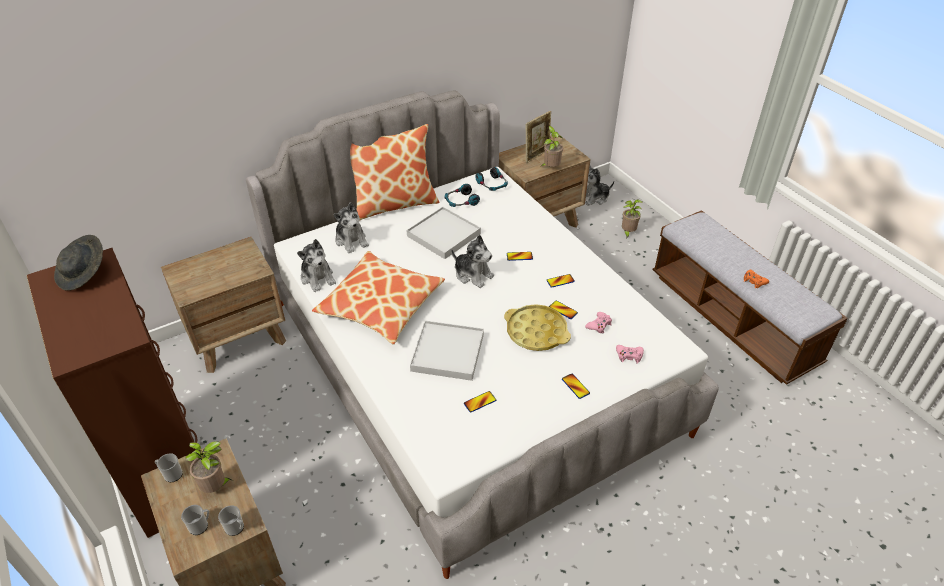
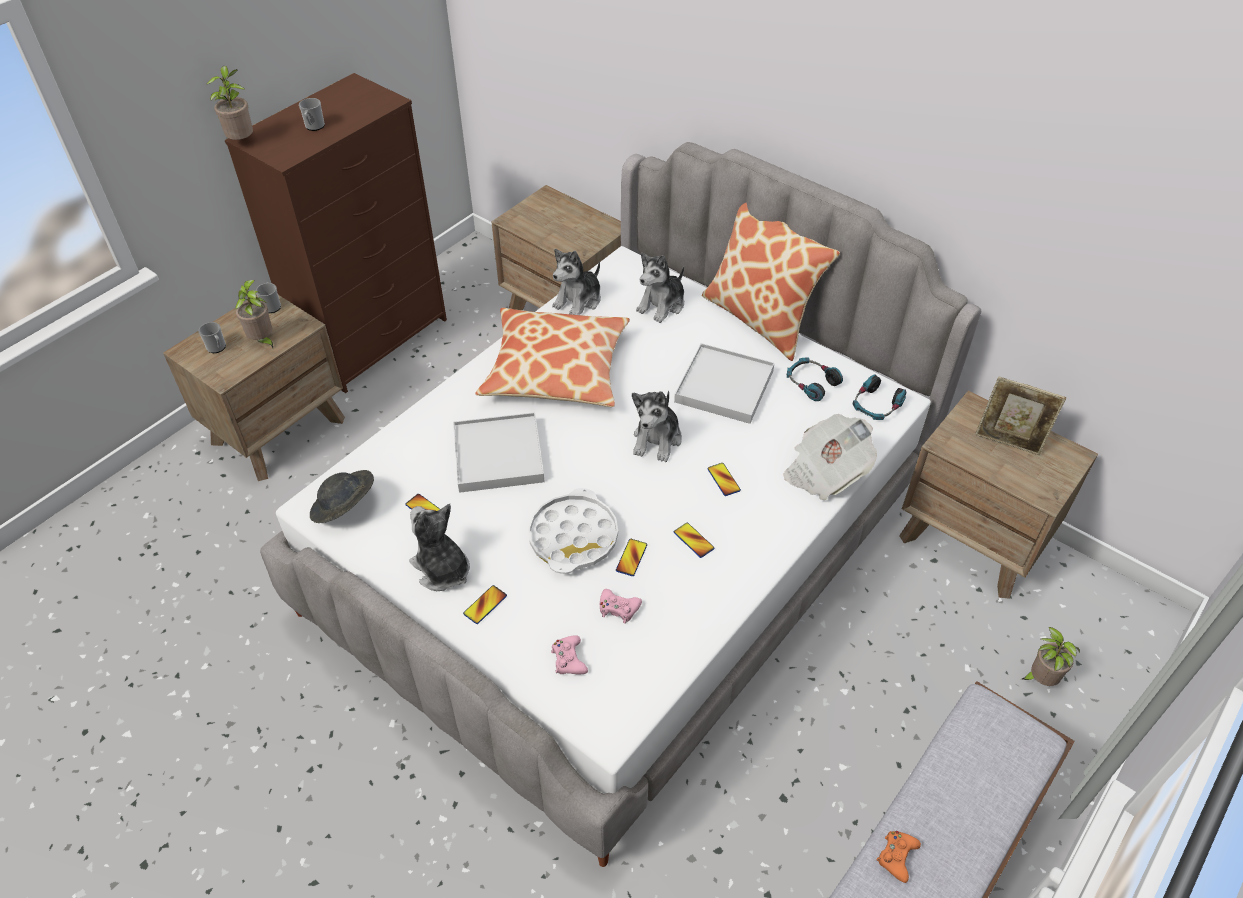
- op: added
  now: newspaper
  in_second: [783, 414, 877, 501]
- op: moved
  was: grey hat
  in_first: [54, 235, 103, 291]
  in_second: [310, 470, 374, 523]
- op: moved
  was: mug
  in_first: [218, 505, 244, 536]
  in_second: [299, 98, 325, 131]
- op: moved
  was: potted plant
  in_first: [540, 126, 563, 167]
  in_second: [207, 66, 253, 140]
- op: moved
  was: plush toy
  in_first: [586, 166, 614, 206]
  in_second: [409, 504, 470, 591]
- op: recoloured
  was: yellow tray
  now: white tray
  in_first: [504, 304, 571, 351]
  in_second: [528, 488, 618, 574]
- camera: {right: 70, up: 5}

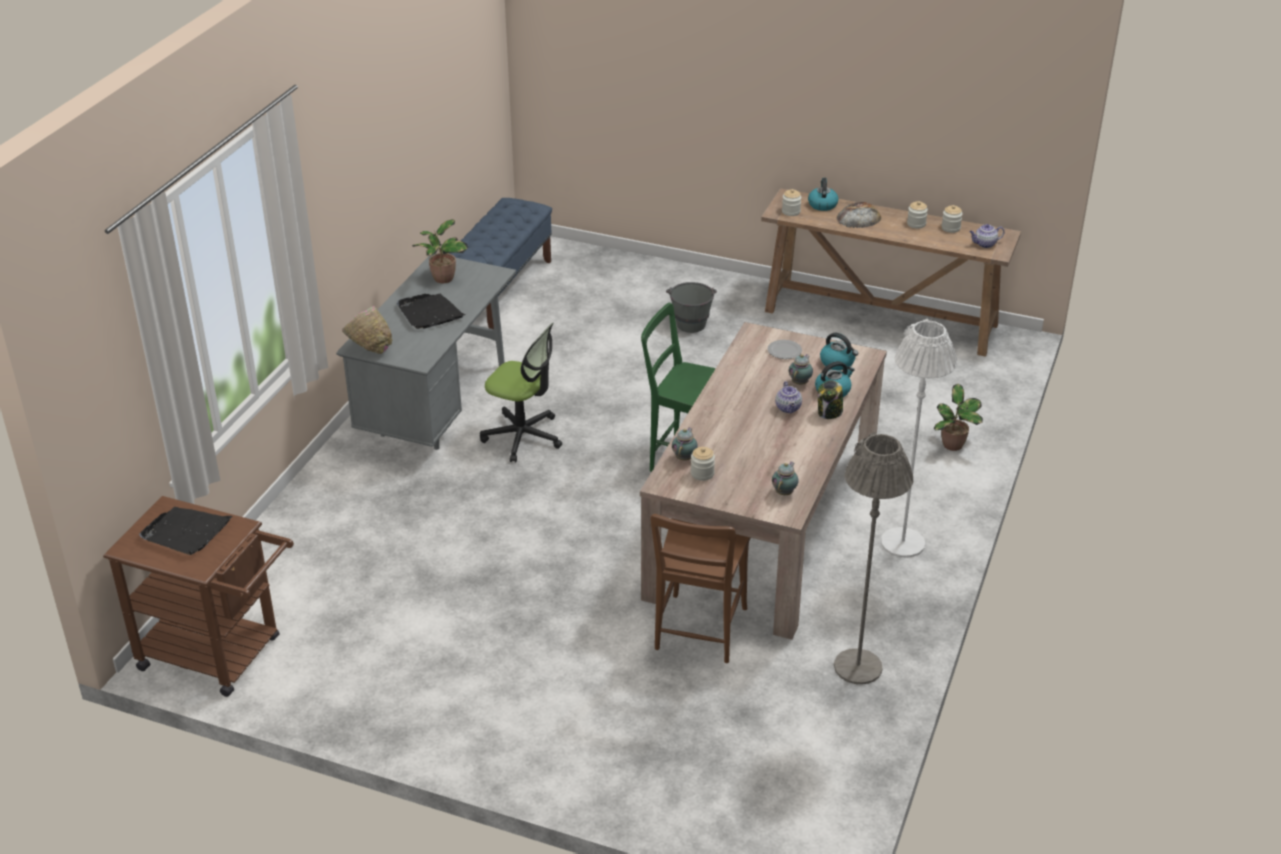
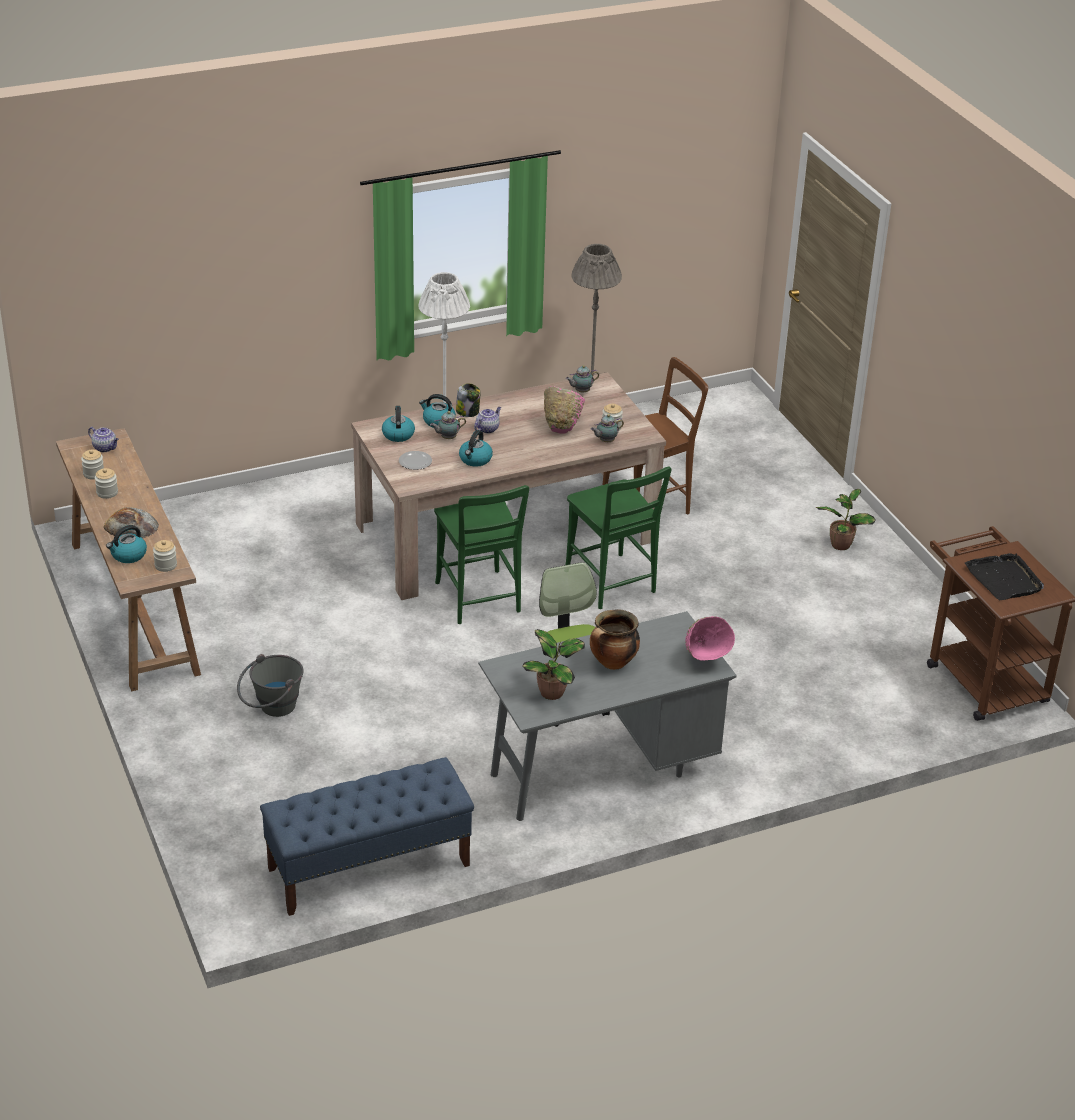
- op: added
  now: kettle
  in_second: [459, 430, 493, 467]
- op: added
  now: pink bowl
  in_second: [544, 386, 585, 434]
- op: added
  now: green chair
  in_second: [565, 466, 672, 609]
- op: moved
  was: potted plant
  in_first: [933, 384, 983, 451]
  in_second: [816, 489, 876, 550]
- op: replaced
  was: black tray
  now: cooking pot
  in_first: [397, 294, 465, 329]
  in_second: [590, 609, 640, 670]
- camera: {right: -135, up: 0}

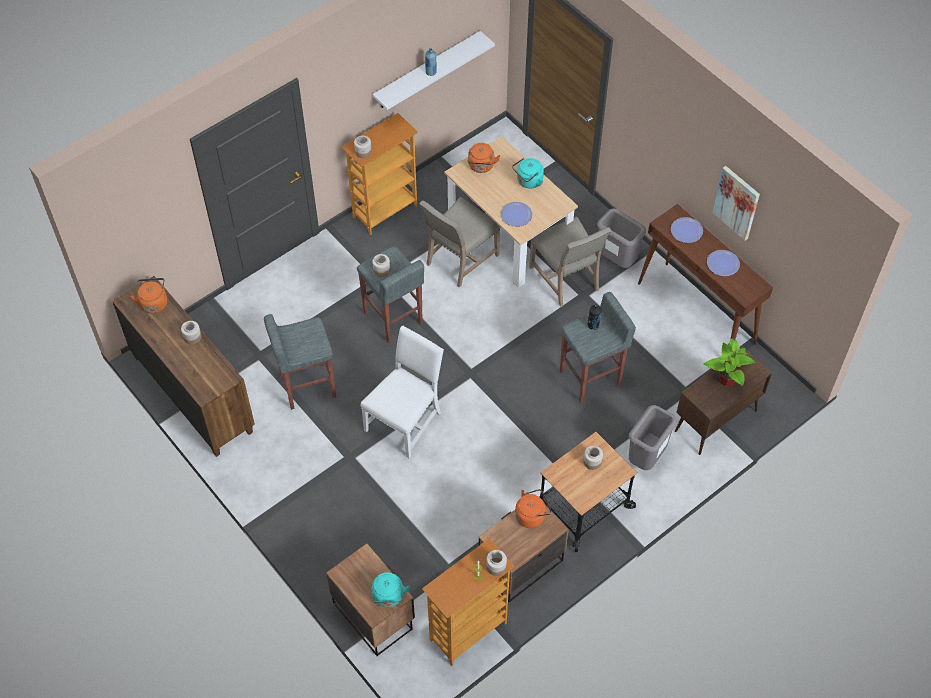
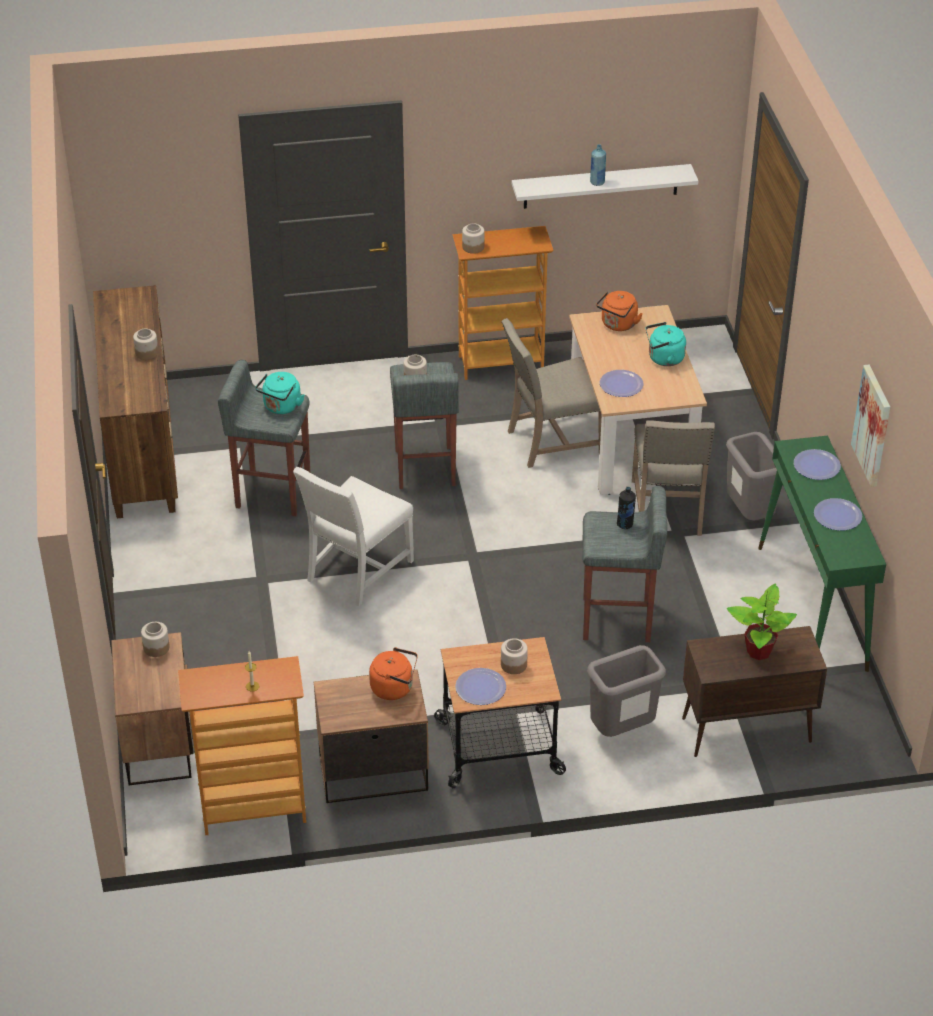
- op: removed
  was: orange kettle
  in_first: [130, 278, 167, 314]
- op: added
  now: plate
  in_second: [455, 668, 506, 705]
- op: moved
  was: turquoise kettle
  in_first: [371, 572, 410, 607]
  in_second: [255, 372, 304, 414]
- op: moved
  was: jar
  in_first: [486, 550, 507, 576]
  in_second: [141, 622, 170, 657]
- op: recoloured
  was: brown console table
  now: green console table
  in_first: [638, 204, 773, 345]
  in_second: [758, 436, 886, 672]
- op: turned
  was: white chair
  in_first: [360, 326, 444, 458]
  in_second: [293, 467, 414, 606]
  clockwise: 150
- camera: {right: 30, up: -15}

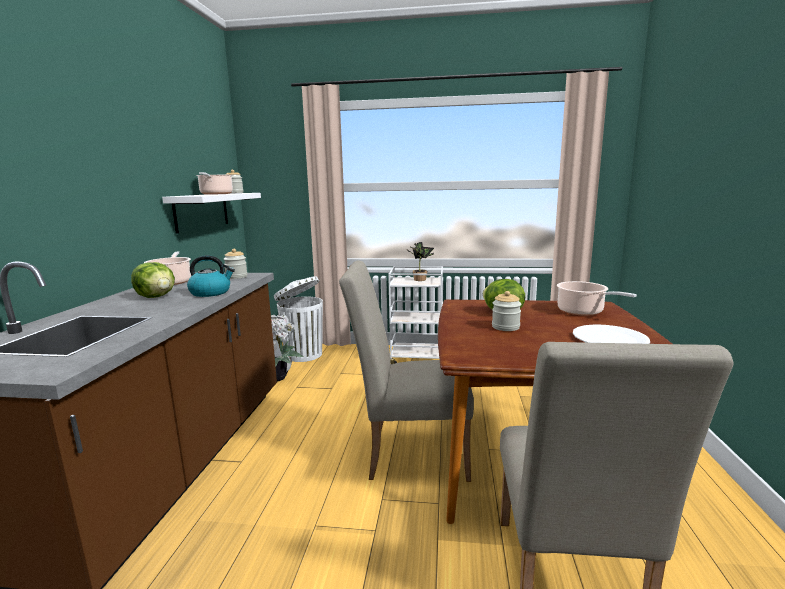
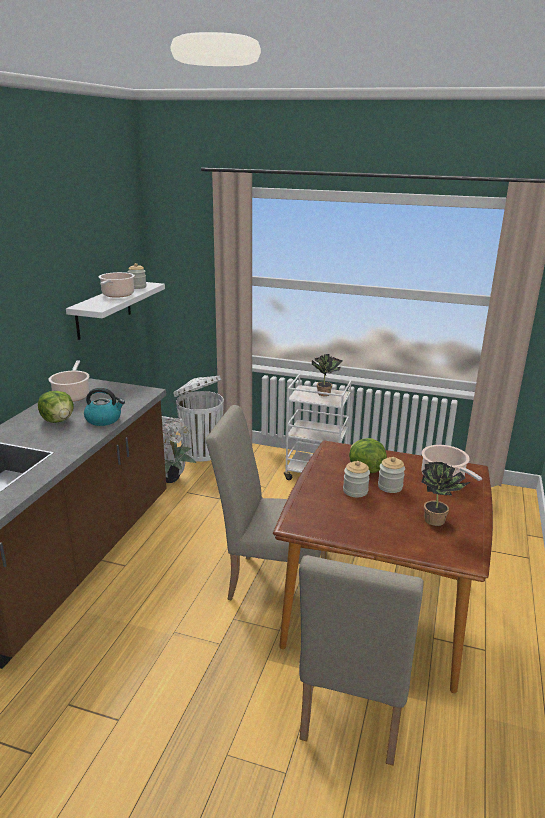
- op: moved
  was: jar
  in_first: [224, 249, 248, 279]
  in_second: [378, 457, 405, 493]
- op: replaced
  was: white plate
  now: potted plant
  in_first: [573, 324, 650, 344]
  in_second: [422, 462, 470, 526]
- camera: {right: 10, up: 10}

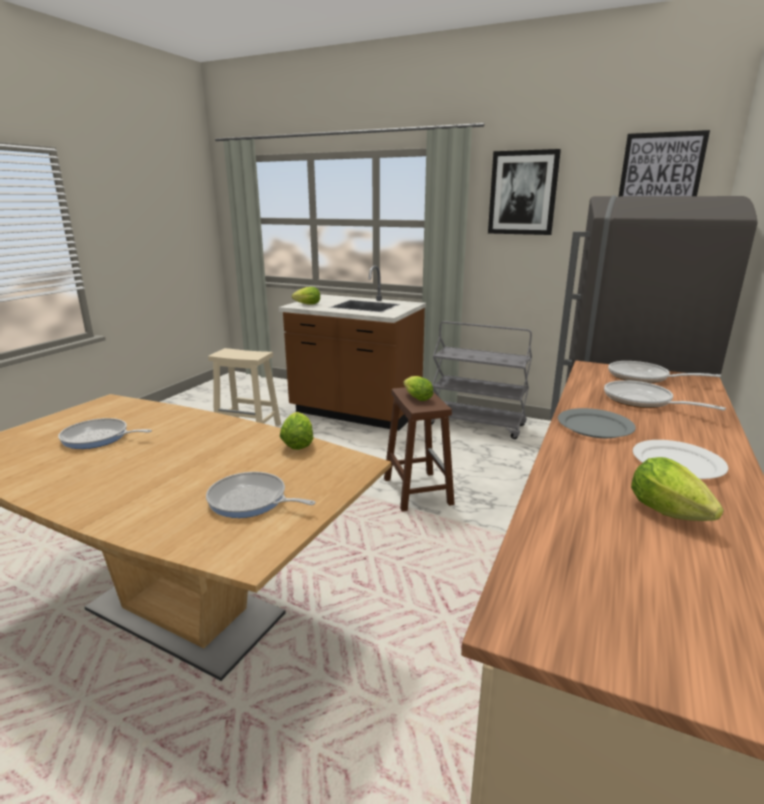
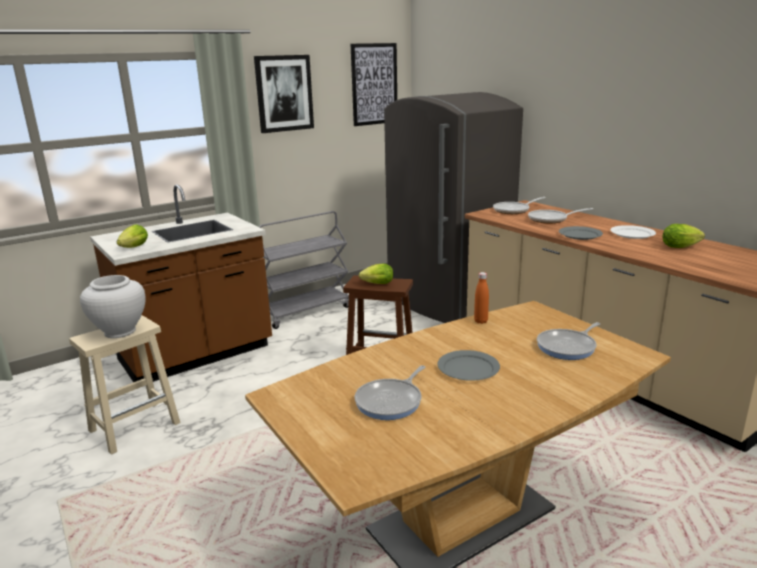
- op: added
  now: white vase
  in_second: [80, 275, 146, 338]
- op: added
  now: grey plate
  in_second: [438, 350, 500, 381]
- op: replaced
  was: lettuce
  now: orange bottle
  in_first: [280, 412, 313, 450]
  in_second: [474, 272, 489, 324]
- camera: {right: -60, up: 0}

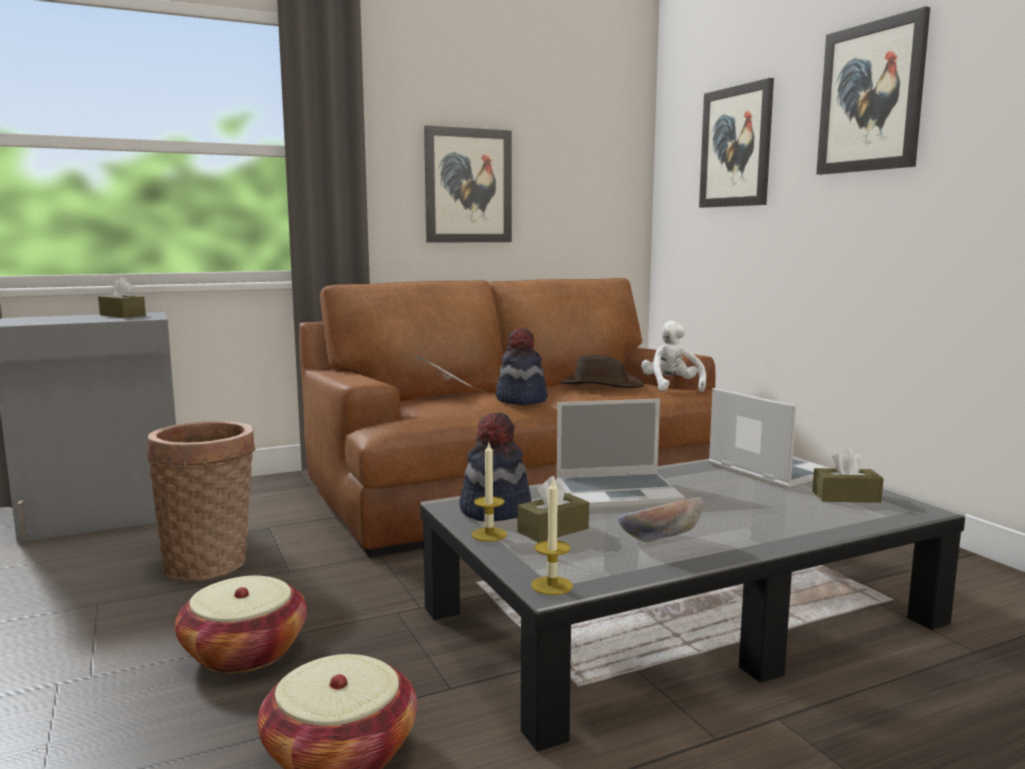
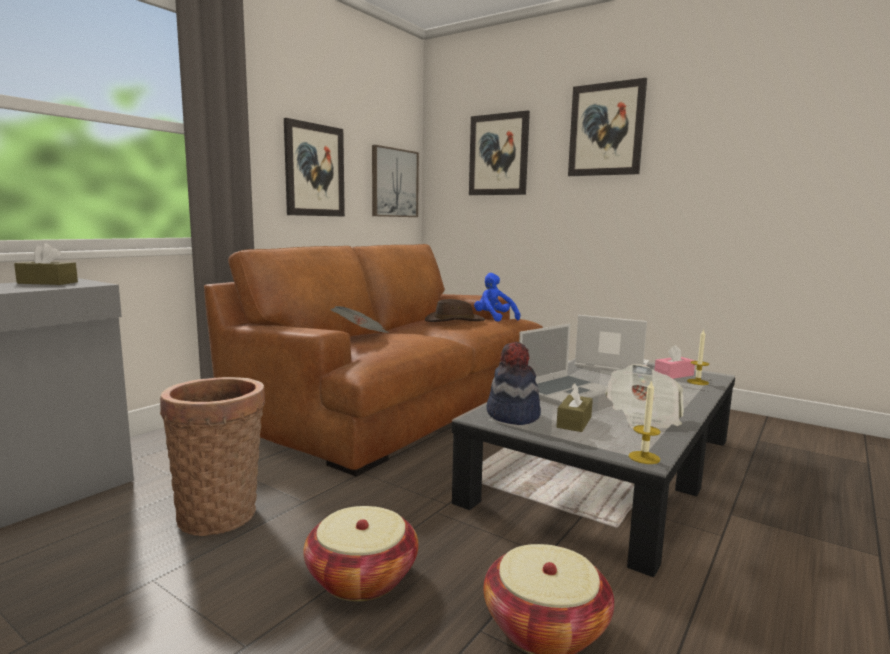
- op: removed
  was: hat
  in_first: [496, 328, 548, 405]
- op: added
  now: picture
  in_second: [372, 145, 419, 217]
- op: moved
  was: candle
  in_first: [471, 443, 507, 542]
  in_second: [687, 329, 709, 385]
- op: replaced
  was: bowl
  now: newspaper
  in_first: [617, 497, 703, 542]
  in_second: [605, 364, 684, 429]
- op: recoloured
  was: white plush toy
  now: blue plush toy
  in_first: [641, 321, 706, 392]
  in_second: [474, 273, 520, 322]
- op: recoloured
  was: brown tissue box
  now: pink tissue box
  in_first: [812, 449, 884, 503]
  in_second: [655, 345, 695, 379]
- camera: {right: -30, up: 0}

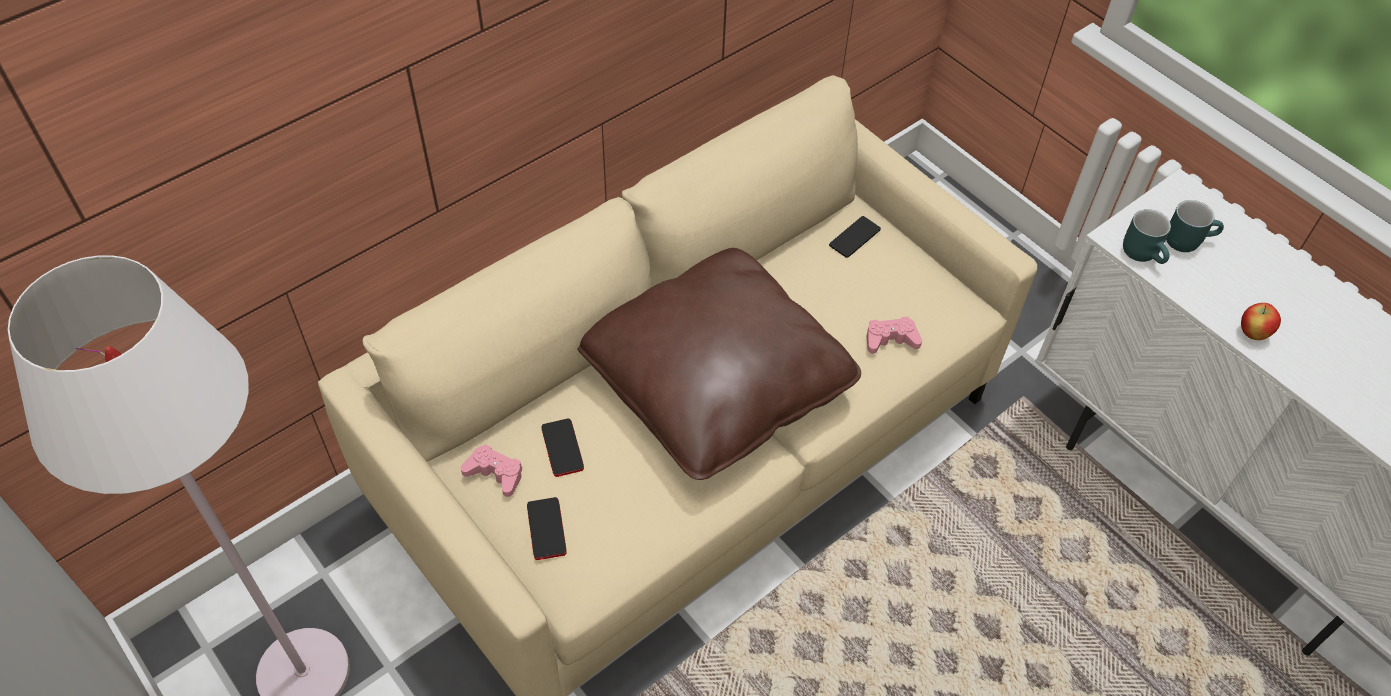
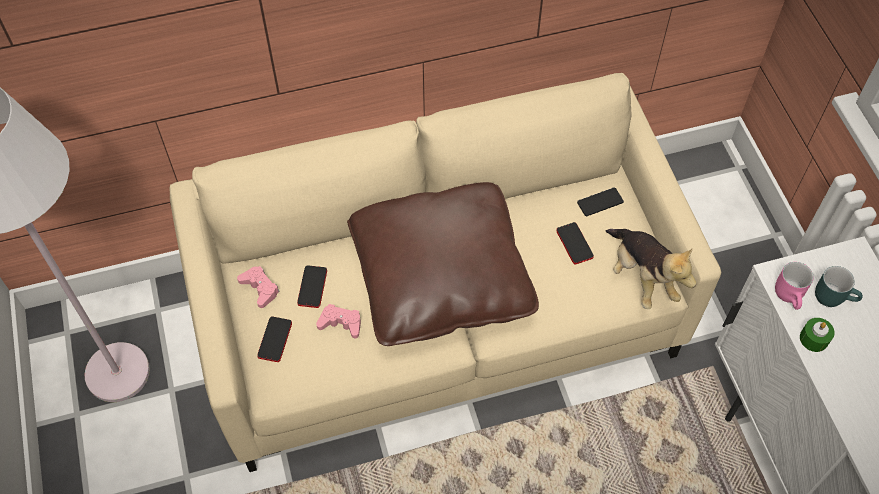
- op: removed
  was: apple
  in_first: [1241, 303, 1281, 340]
- op: added
  now: phone
  in_second: [556, 222, 594, 265]
- op: added
  now: plush toy
  in_second: [606, 229, 696, 309]
- op: added
  now: green candle
  in_second: [800, 318, 835, 352]
- op: moved
  was: pink game controller
  in_first: [866, 317, 922, 354]
  in_second: [316, 304, 361, 338]
- op: recoloured
  was: turquoise mug
  now: pink mug
  in_first: [1123, 209, 1171, 264]
  in_second: [775, 262, 814, 310]
- camera: {right: 25, up: 5}

